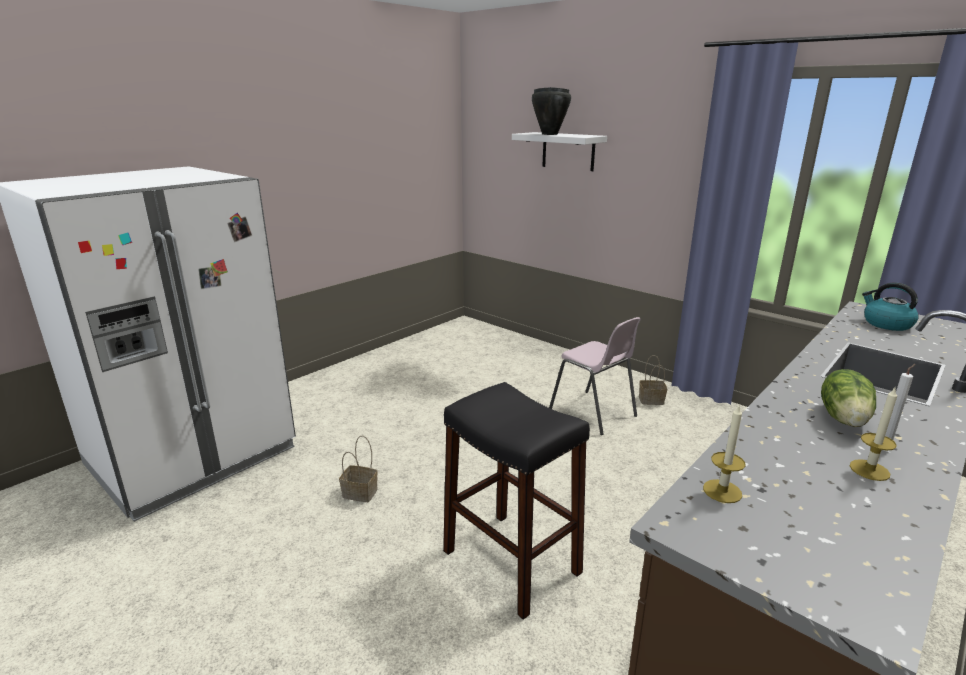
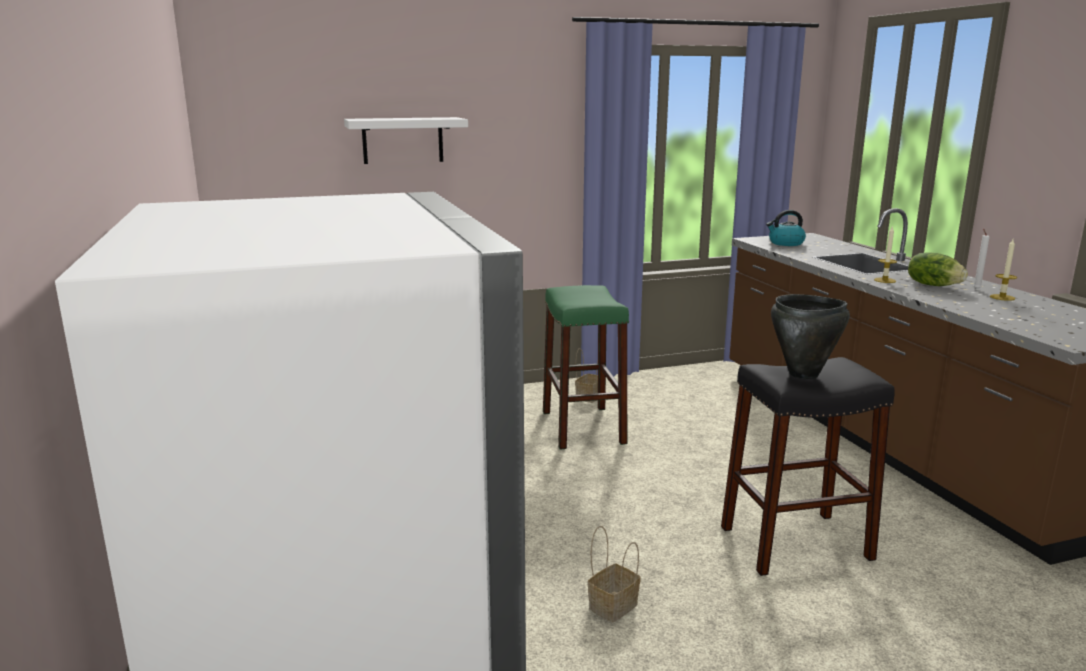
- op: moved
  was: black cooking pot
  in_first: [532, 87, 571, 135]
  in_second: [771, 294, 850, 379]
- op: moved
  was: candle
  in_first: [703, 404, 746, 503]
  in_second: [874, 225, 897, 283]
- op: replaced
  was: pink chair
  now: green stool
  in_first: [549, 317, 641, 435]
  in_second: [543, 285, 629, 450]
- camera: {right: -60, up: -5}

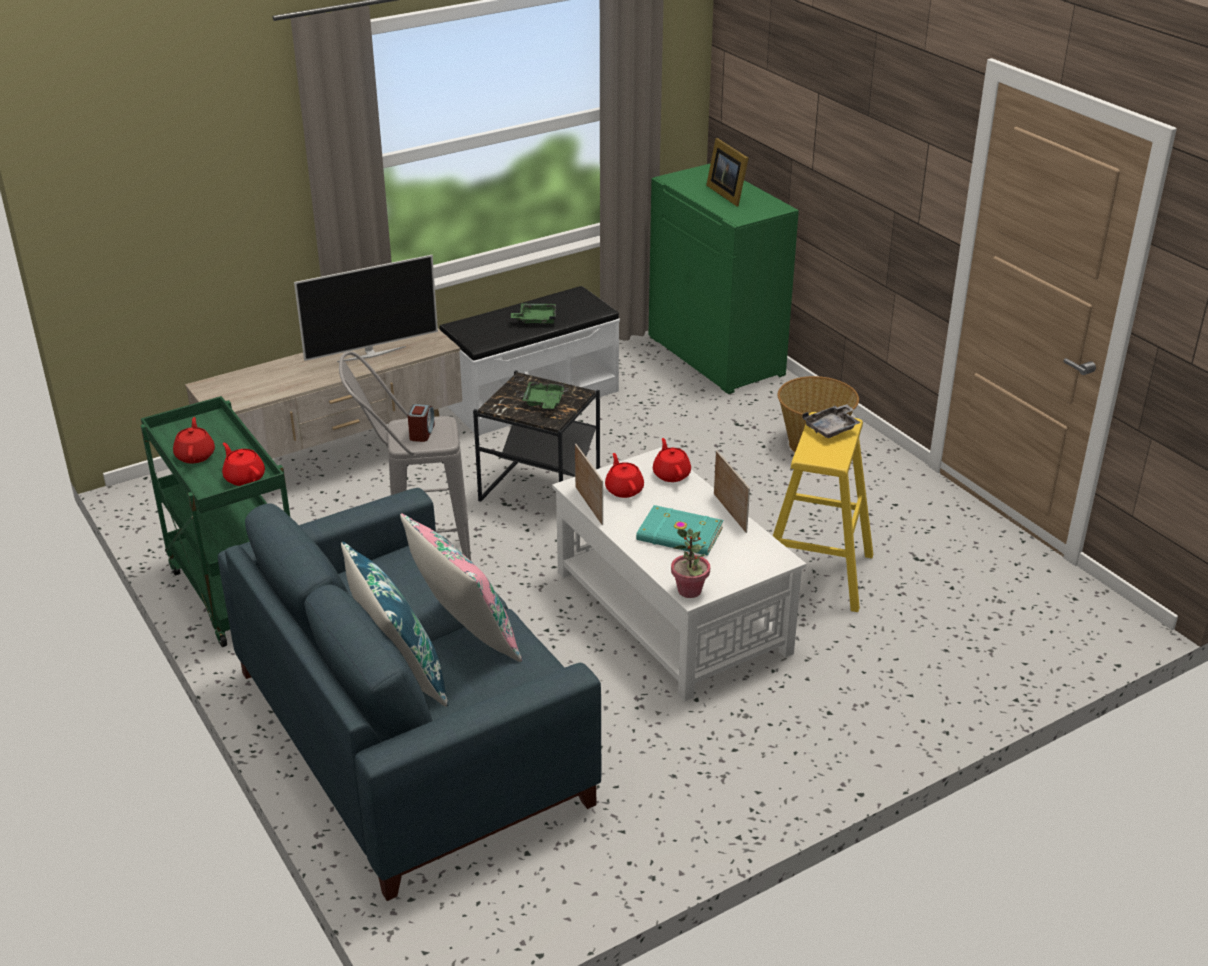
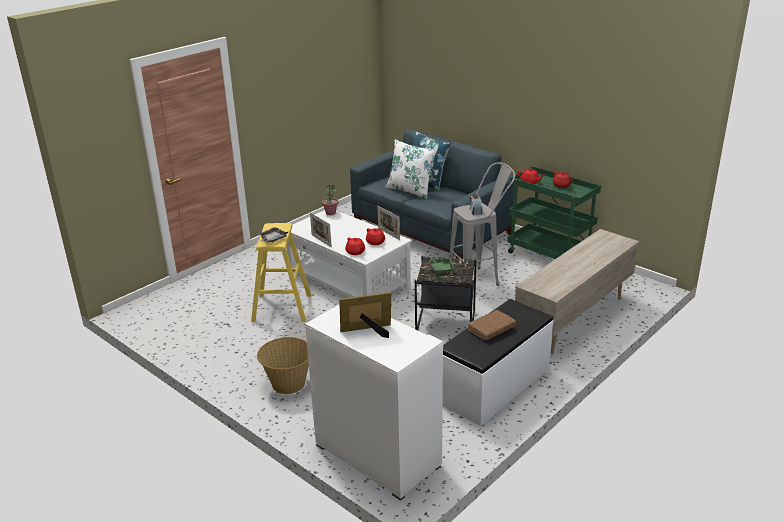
- op: removed
  was: television
  in_first: [294, 255, 438, 362]
- op: removed
  was: turquoise book
  in_first: [636, 505, 723, 556]
- op: replaced
  was: green tray
  now: brown book
  in_first: [511, 303, 556, 323]
  in_second: [468, 310, 516, 340]
- op: recoloured
  was: pink pillow
  now: white pillow
  in_first: [400, 513, 522, 662]
  in_second: [385, 139, 438, 199]
- op: recoloured
  was: green cabinet
  now: white cabinet
  in_first: [649, 163, 799, 394]
  in_second: [305, 304, 443, 501]
- op: turned
  was: picture frame
  in_first: [706, 138, 749, 206]
  in_second: [339, 292, 391, 338]
  clockwise: -60
- camera: {right: 165, up: -5}

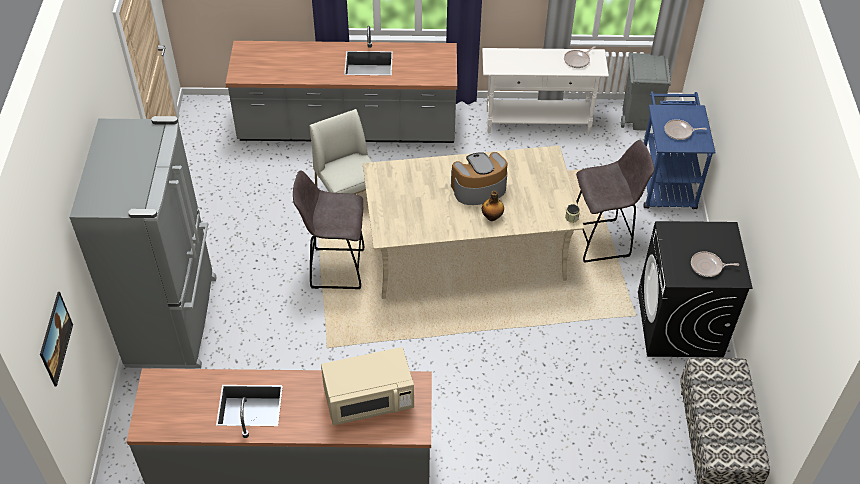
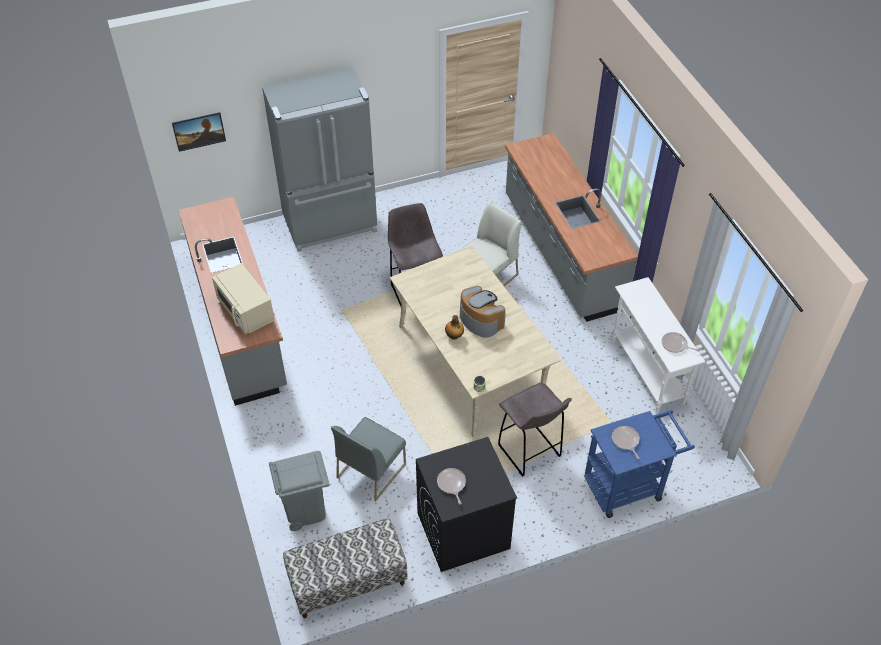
- op: added
  now: grey chair
  in_second: [331, 417, 406, 502]
- op: moved
  was: grey trash can
  in_first: [621, 53, 671, 131]
  in_second: [269, 451, 330, 531]
- camera: {right: 70, up: 0}

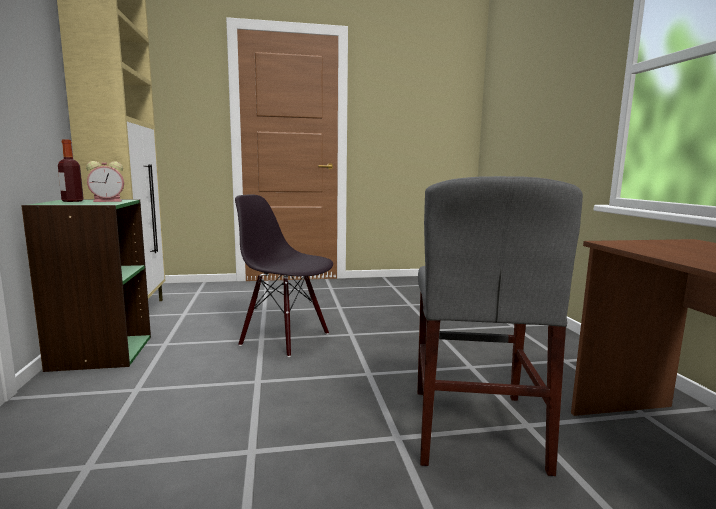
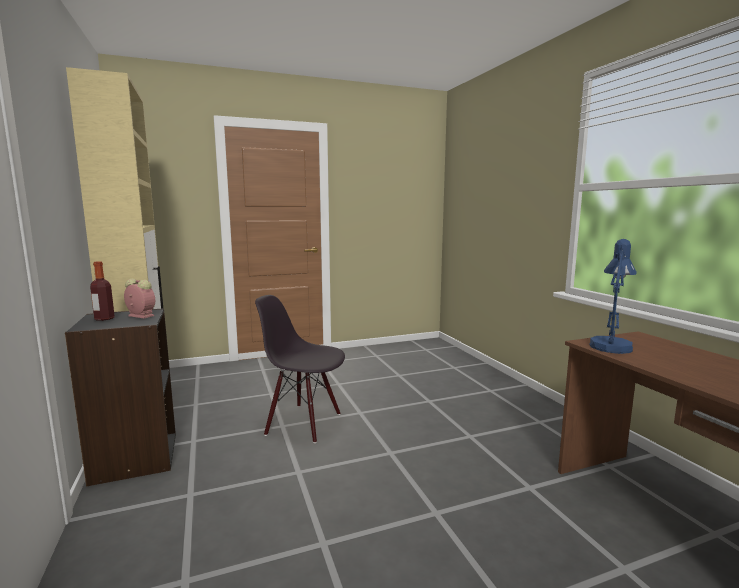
- op: removed
  was: grey chair
  in_first: [417, 176, 583, 476]
- op: added
  now: blue table lamp
  in_second: [590, 239, 637, 354]
- op: recoloured
  was: green bookcase
  now: black bookcase
  in_first: [21, 199, 151, 372]
  in_second: [65, 308, 176, 486]
- op: turned
  was: alarm clock
  in_first: [86, 161, 124, 202]
  in_second: [124, 279, 155, 318]
  clockwise: -120
- camera: {right: -10, up: 0}

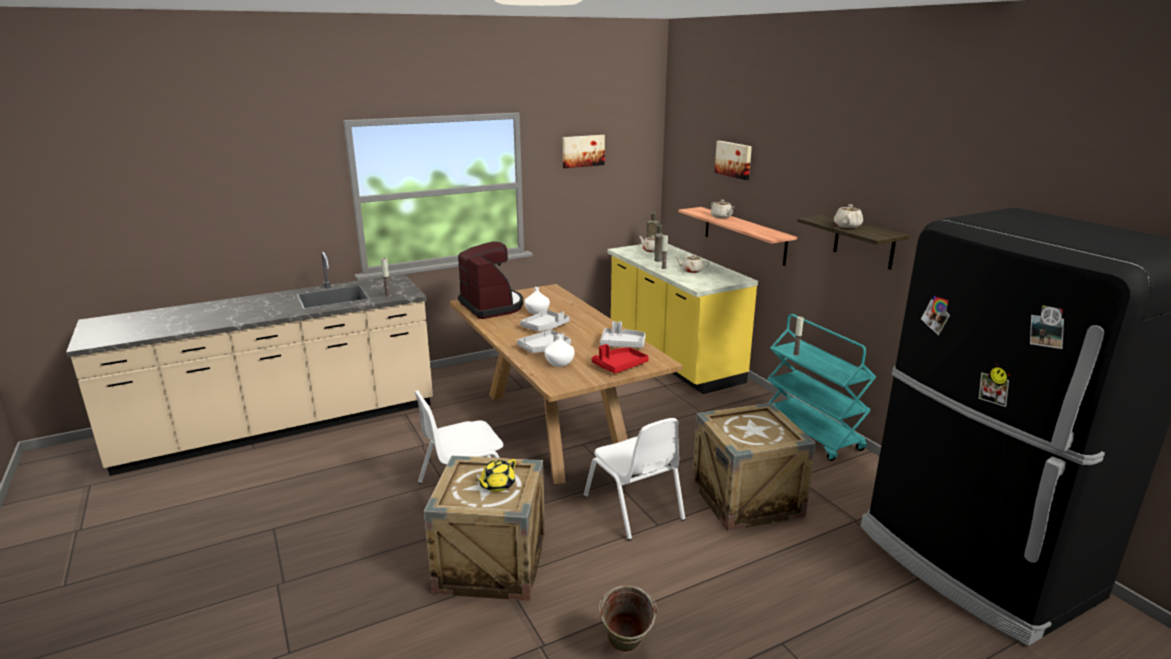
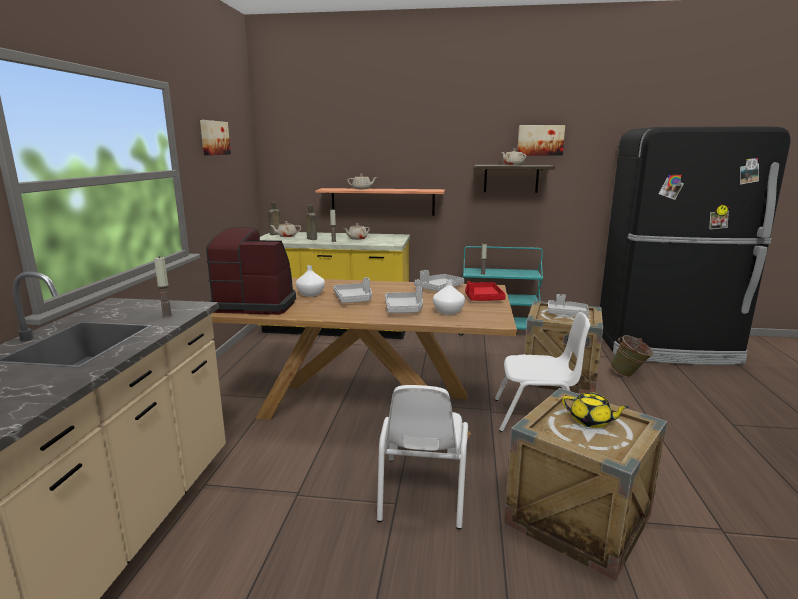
- op: added
  now: grey tray
  in_second: [548, 294, 589, 316]
- op: moved
  was: green bucket
  in_first: [599, 585, 657, 653]
  in_second: [610, 335, 654, 377]
- op: moved
  was: picture
  in_first: [715, 141, 752, 180]
  in_second: [517, 125, 565, 156]
- op: turned
  was: yellow teapot
  in_first: [476, 459, 516, 492]
  in_second: [562, 392, 629, 428]
  clockwise: -45
- camera: {right: -55, up: -5}

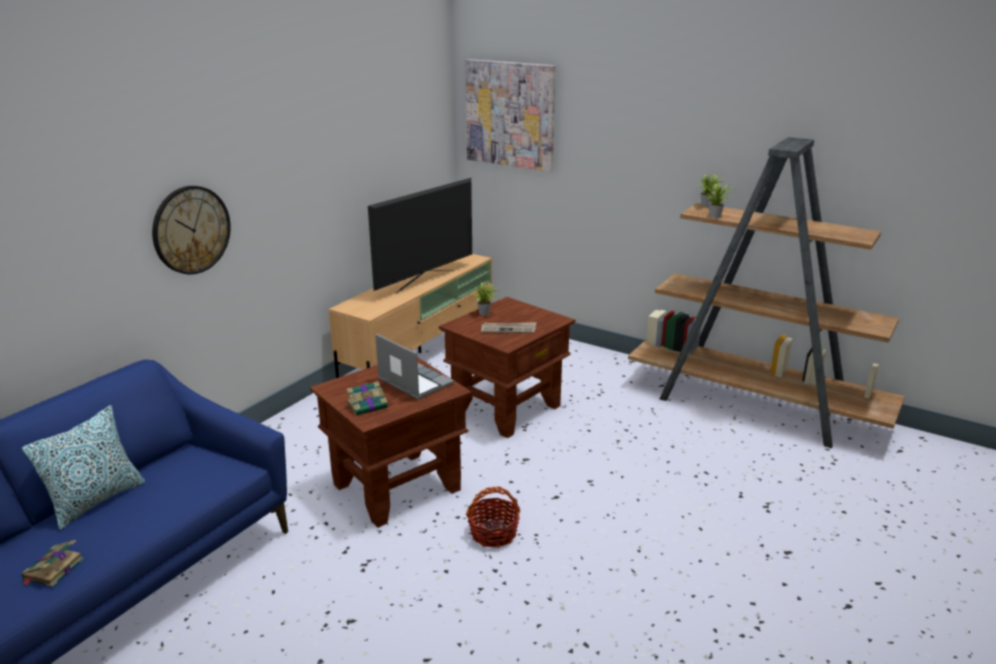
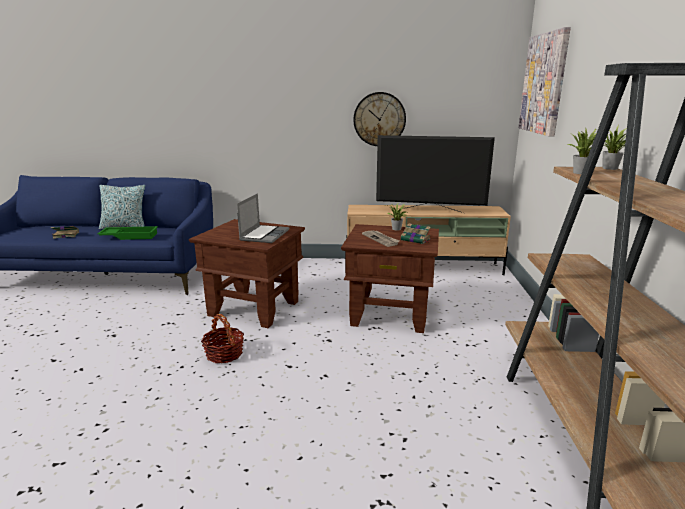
- op: added
  now: green tray
  in_second: [97, 226, 158, 240]
- op: moved
  was: wall clock
  in_first: [152, 186, 231, 274]
  in_second: [353, 92, 406, 146]
- op: moved
  was: book
  in_first: [346, 381, 392, 415]
  in_second: [401, 223, 431, 244]
- camera: {right: 60, up: -5}

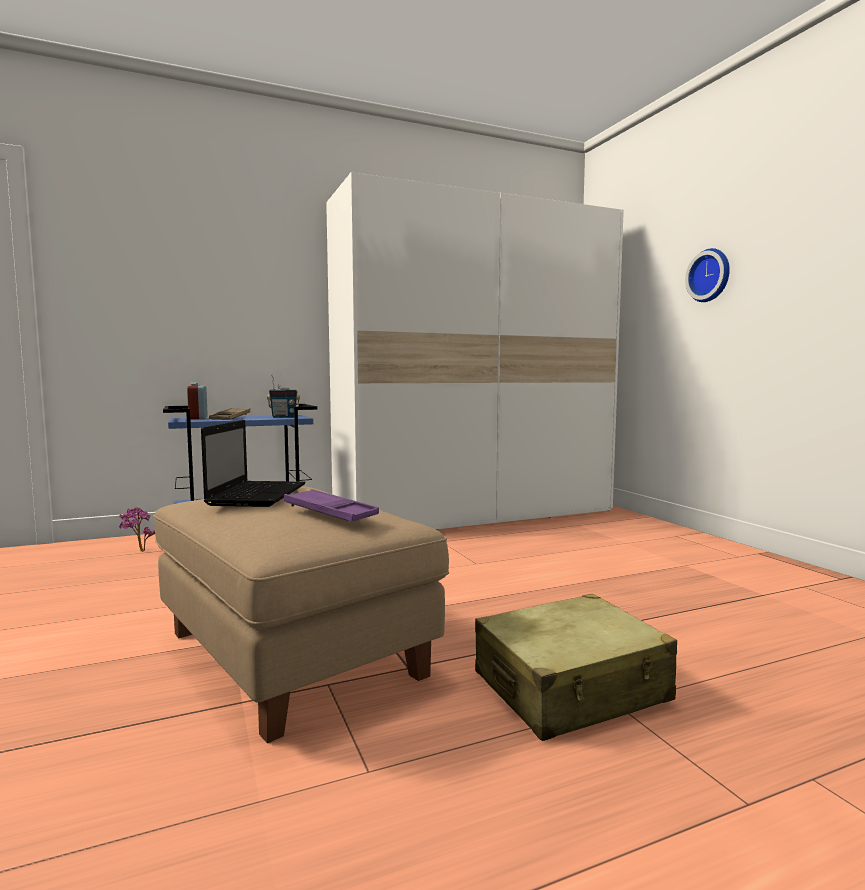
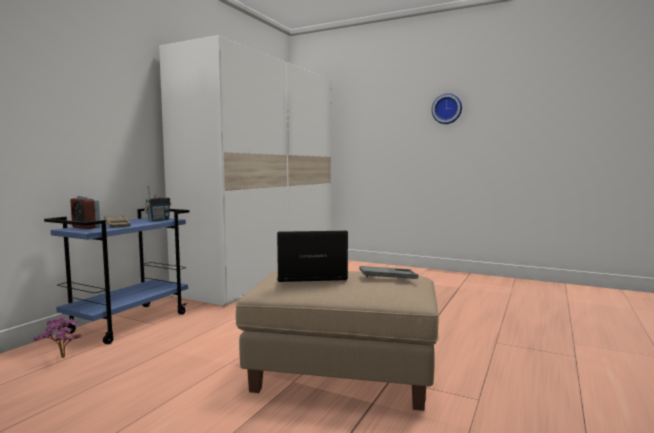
- op: removed
  was: beige suitcase
  in_first: [475, 594, 677, 741]
- op: moved
  was: wall clock
  in_first: [685, 248, 730, 302]
  in_second: [432, 93, 462, 124]
- op: recoloured
  was: purple tray
  now: grey tray
  in_first: [284, 489, 379, 521]
  in_second: [359, 266, 418, 279]
- op: turned
  was: laptop
  in_first: [201, 420, 305, 507]
  in_second: [277, 231, 348, 282]
  clockwise: -60
- camera: {right: -40, up: 0}

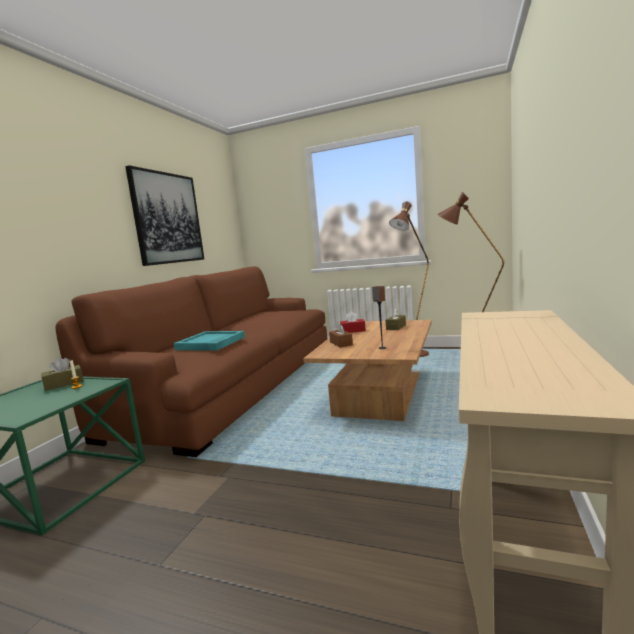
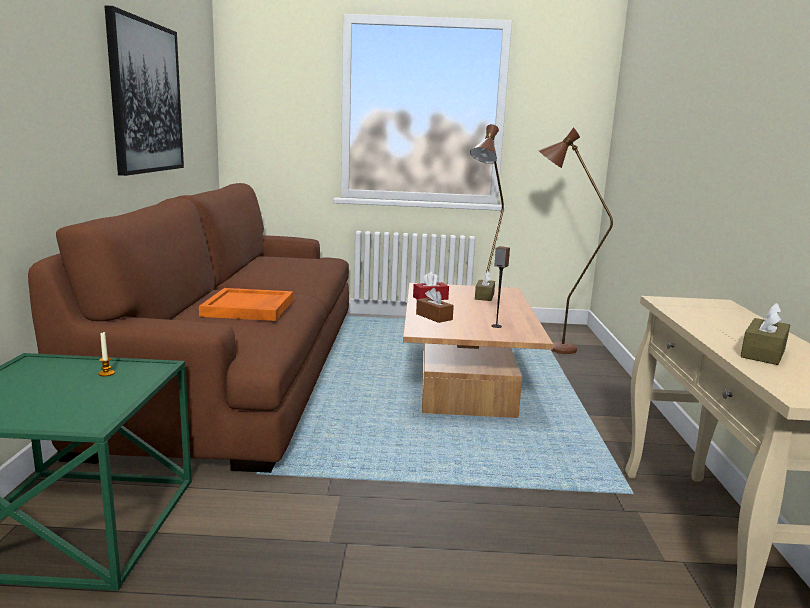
- op: moved
  was: brown tissue box
  in_first: [41, 357, 83, 391]
  in_second: [740, 303, 790, 365]
- op: recoloured
  was: turquoise tray
  now: orange tray
  in_first: [174, 331, 245, 351]
  in_second: [199, 288, 293, 321]
- camera: {right: -20, up: 5}

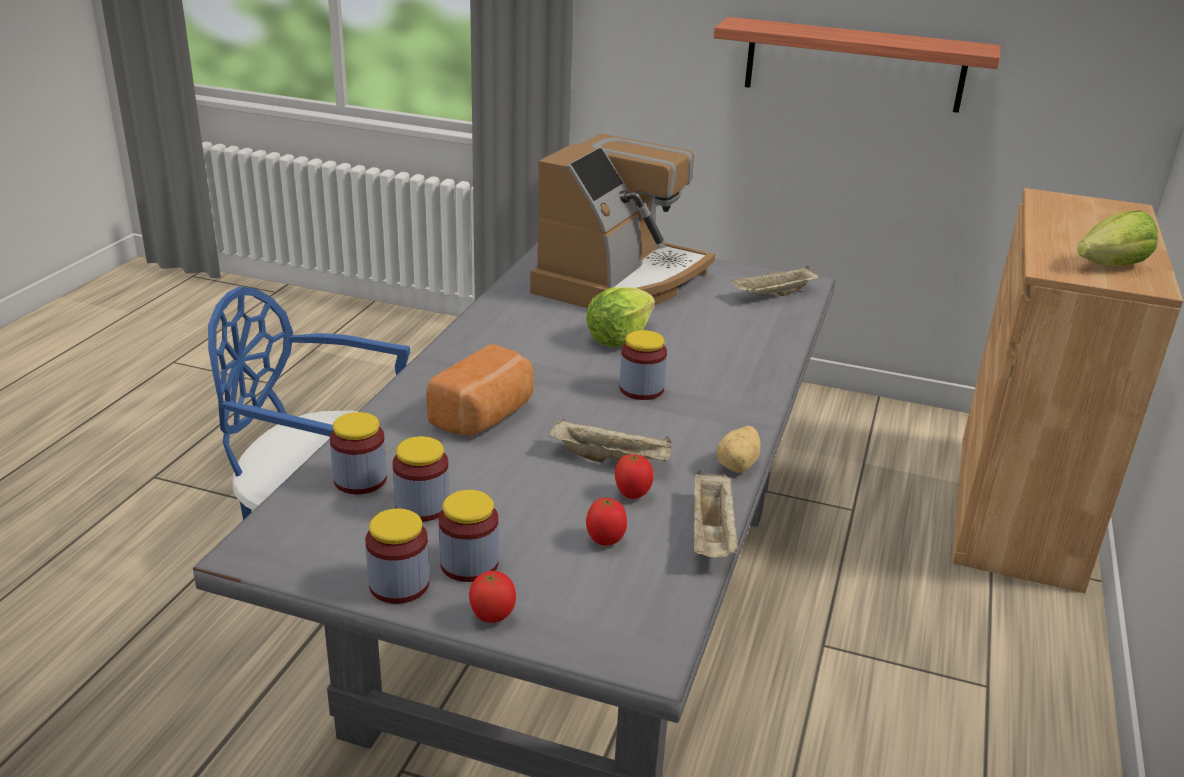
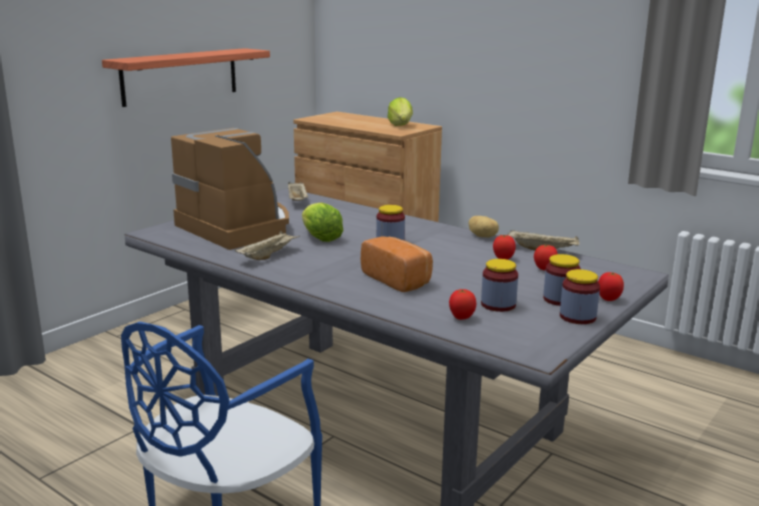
- op: moved
  was: beige tray
  in_first: [548, 419, 671, 463]
  in_second: [235, 231, 300, 260]
- op: replaced
  was: jar
  now: tomato
  in_first: [330, 412, 387, 494]
  in_second: [449, 289, 476, 320]
- camera: {right: -70, up: -10}

